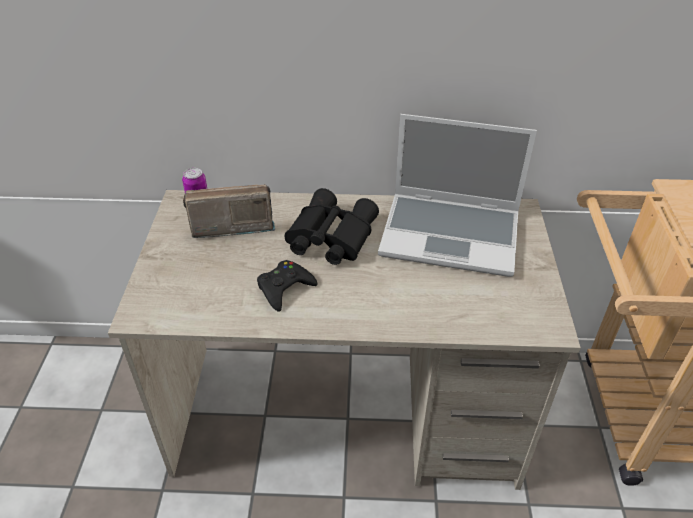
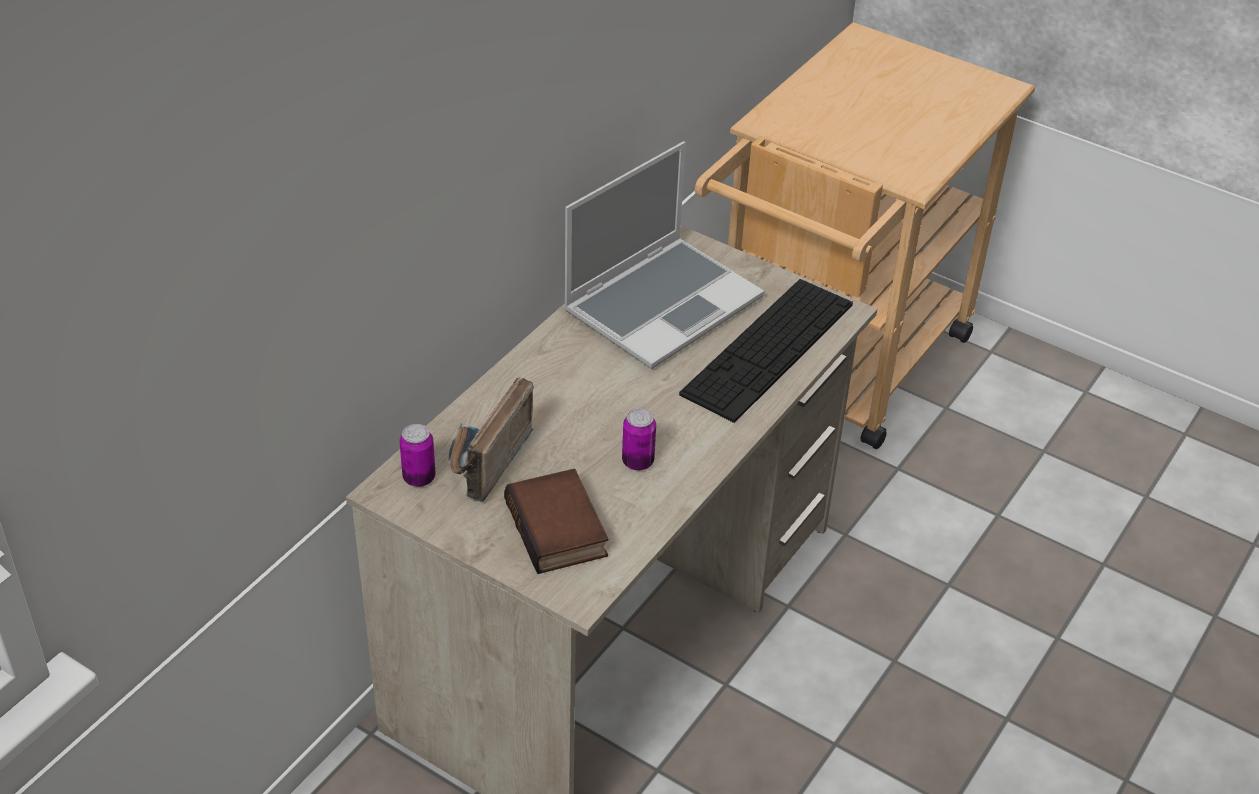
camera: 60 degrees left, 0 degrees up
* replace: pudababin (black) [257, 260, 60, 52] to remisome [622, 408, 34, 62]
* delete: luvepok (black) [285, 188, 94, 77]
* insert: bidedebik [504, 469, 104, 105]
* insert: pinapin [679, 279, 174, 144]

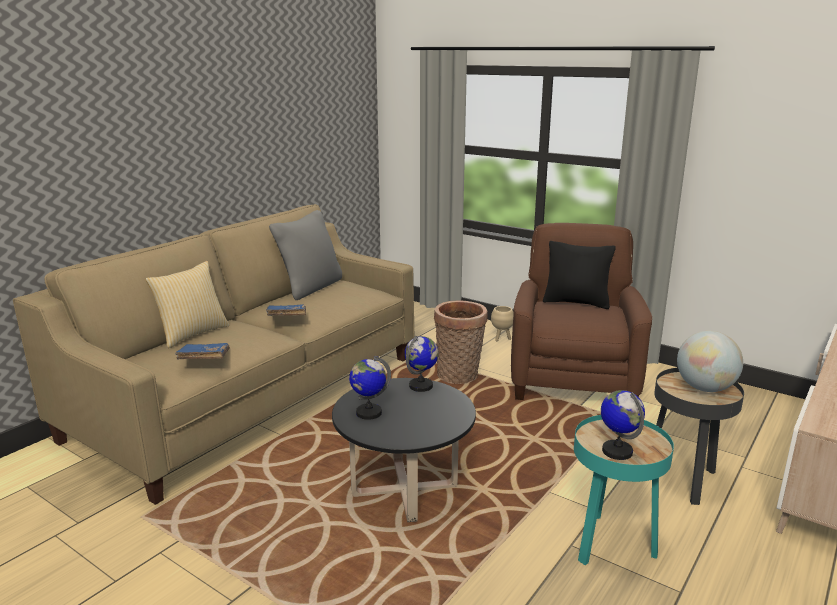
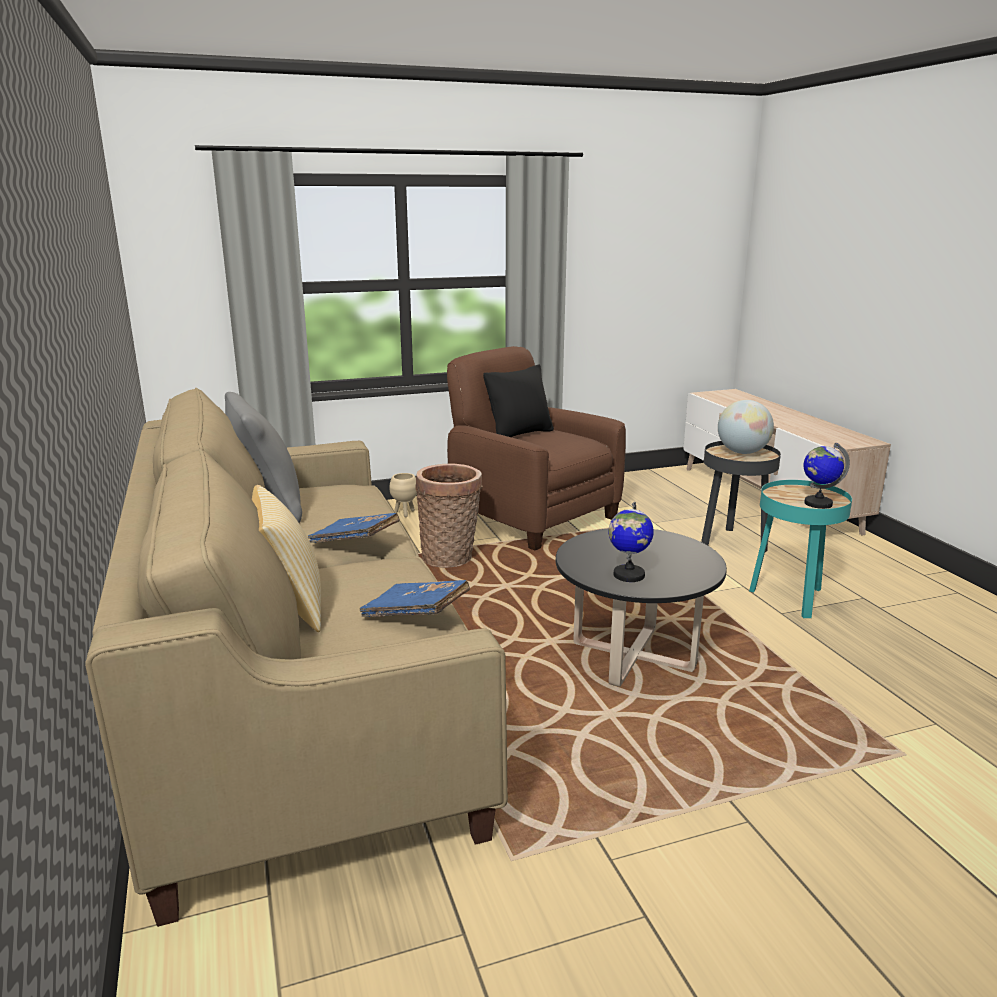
camera: 55 degrees left, 0 degrees up
* delete: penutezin [405, 336, 34, 56]

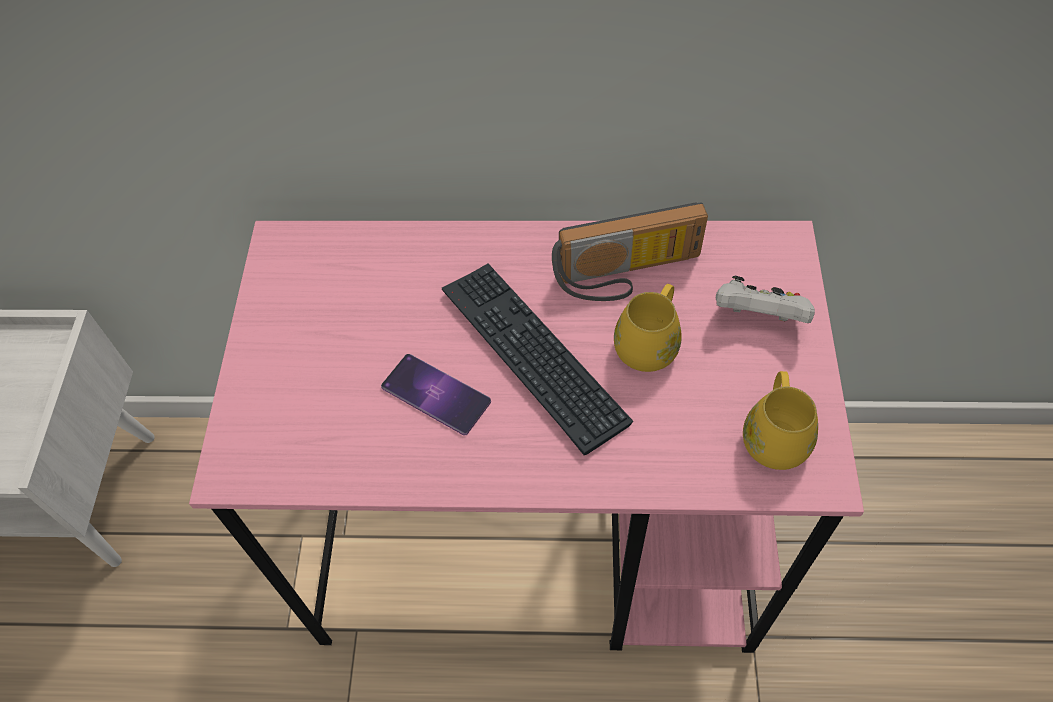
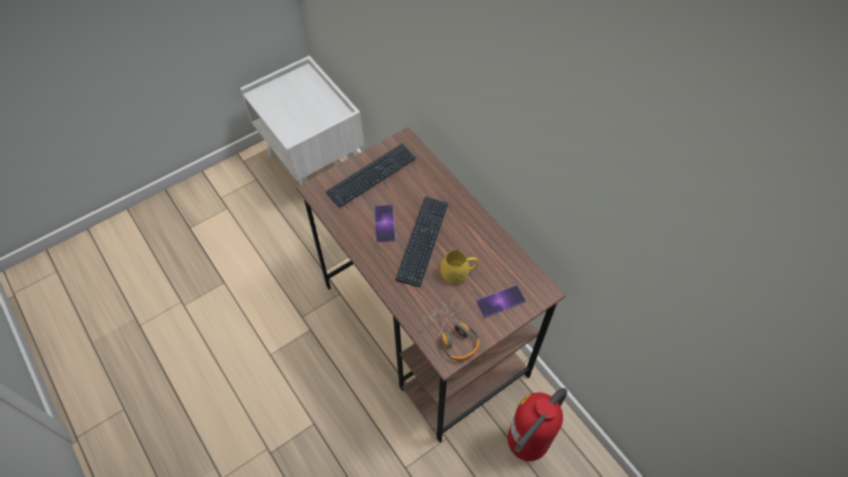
camera: 50 degrees right, 0 degrees up
* recolor: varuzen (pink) [189, 221, 675, 432] to varuzen (brown) [296, 127, 270, 315]
* delete: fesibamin [552, 202, 156, 99]
* replace: pudababin (white) [716, 276, 99, 47] to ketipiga [476, 285, 50, 33]
* replace: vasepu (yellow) [743, 371, 75, 99] to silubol [420, 298, 60, 62]
* insert: pinapin [326, 144, 91, 64]
* insert: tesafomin [508, 388, 59, 73]

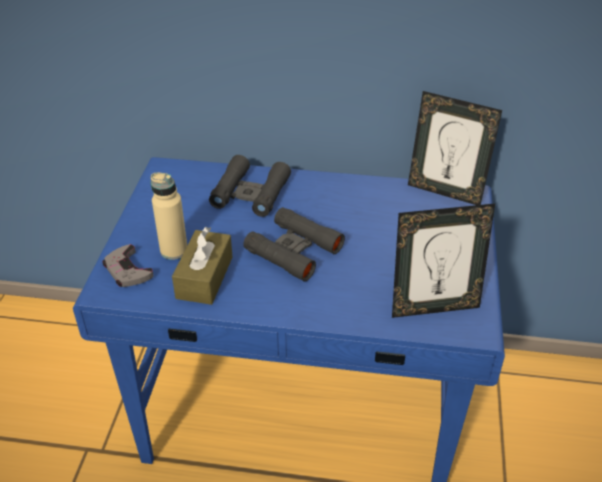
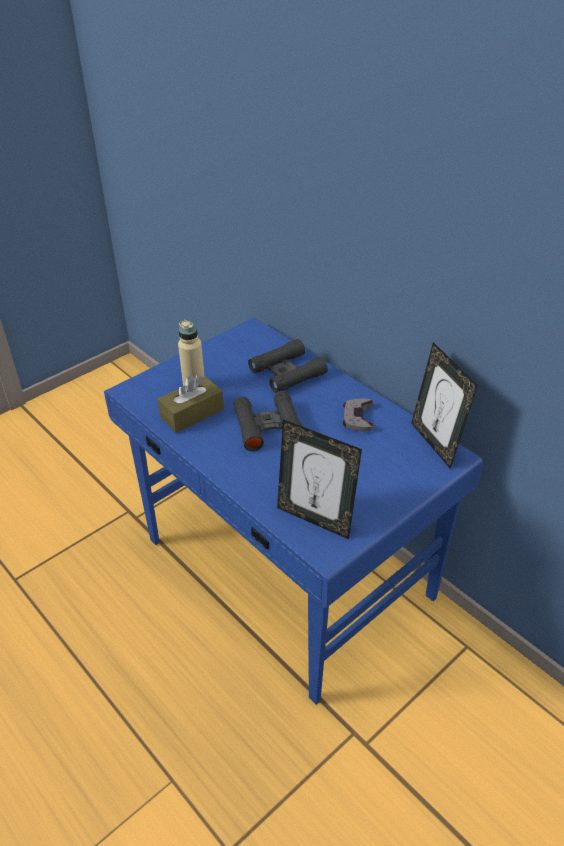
camera: 40 degrees right, 0 degrees up
* move: pudababin (grey) [103, 244, 51, 43] to [343, 398, 30, 34]

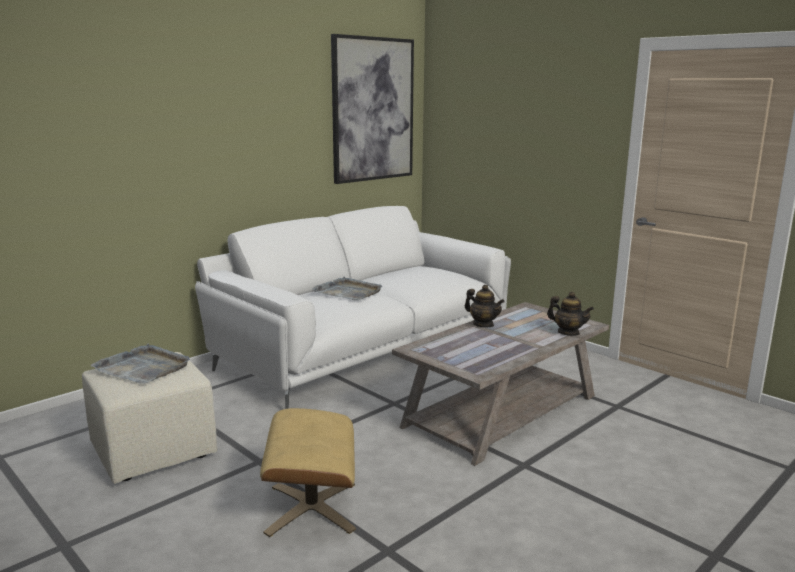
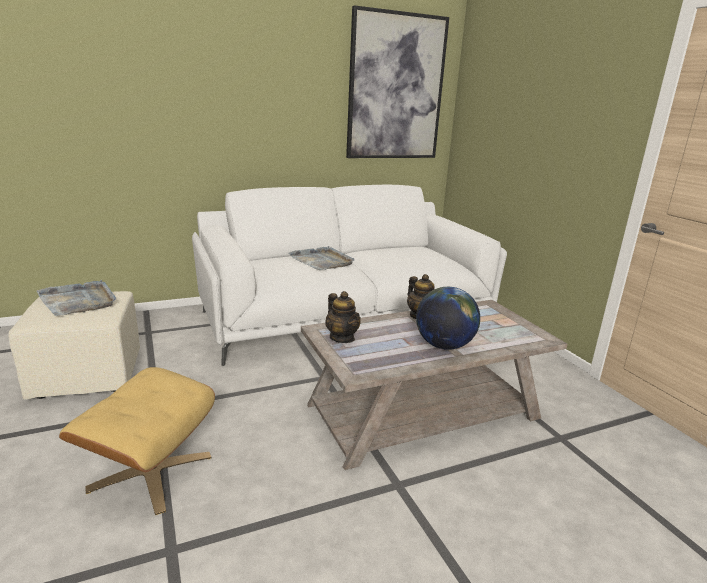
camera: 20 degrees right, 5 degrees up
* move: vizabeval [547, 292, 47, 44] to [325, 291, 36, 52]
* insert: penutezin [416, 287, 64, 63]

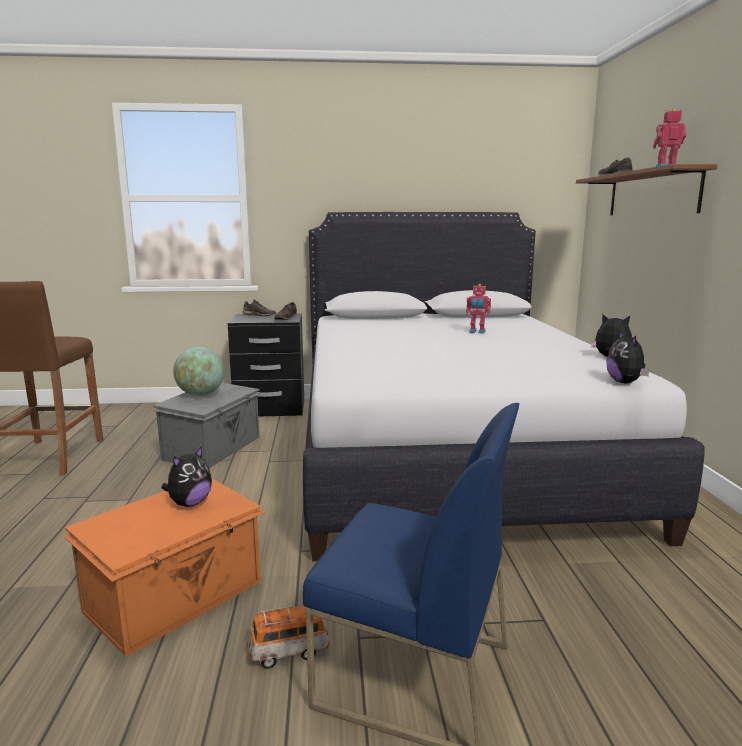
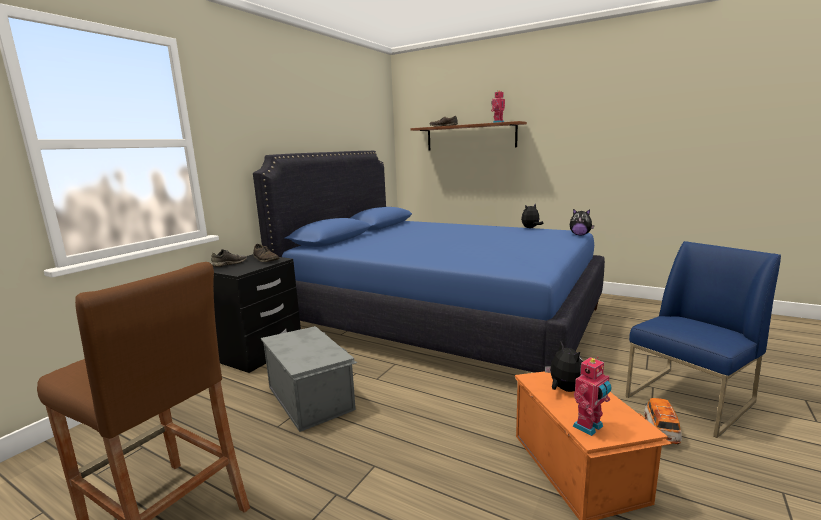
camera: 55 degrees left, 0 degrees up
* delete: penutezin [173, 347, 51, 49]
* recolor: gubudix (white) [303, 212, 402, 349] to gubudix (blue) [253, 151, 352, 222]
* move: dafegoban [466, 284, 25, 50] to [573, 357, 38, 79]

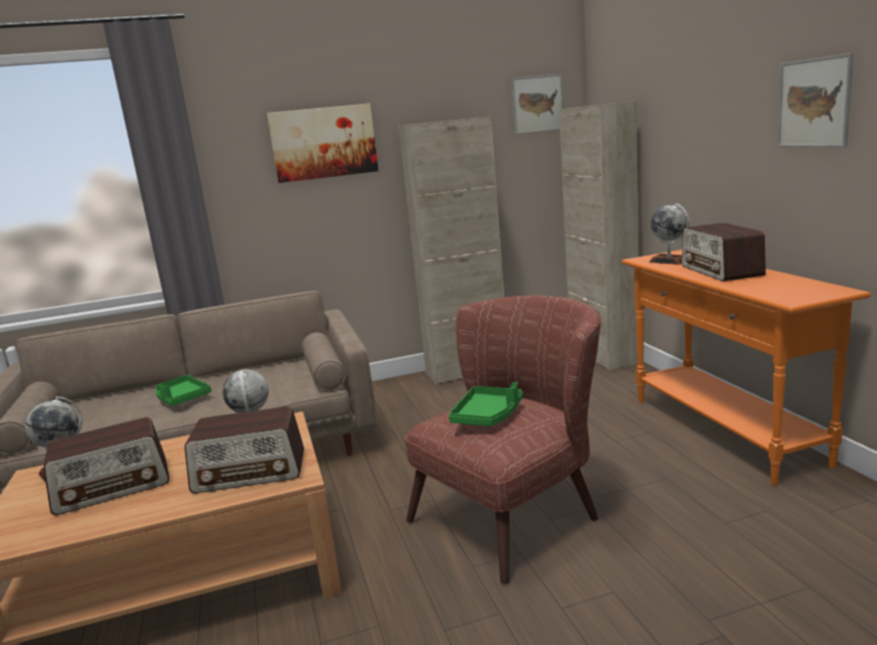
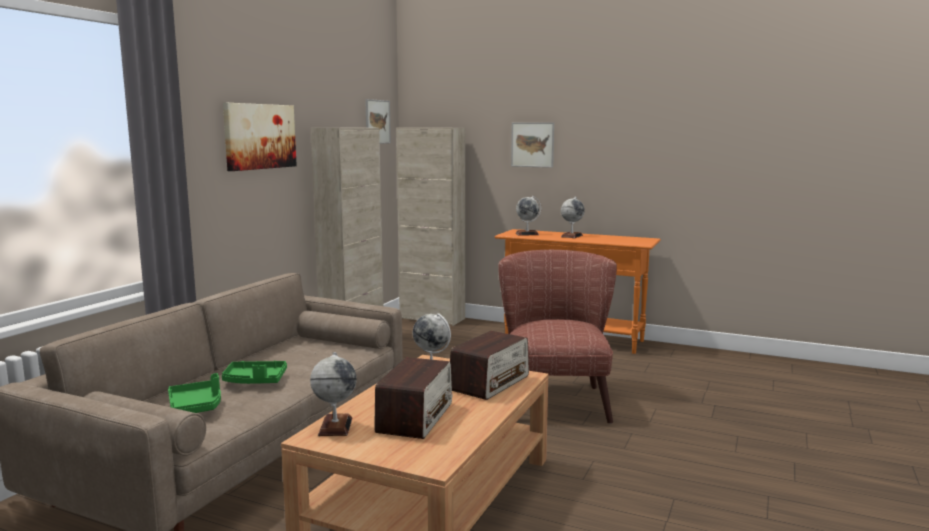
camera: 50 degrees left, 5 degrees down
* move: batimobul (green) [449, 382, 74, 44] to [168, 373, 53, 40]
* replace: fesibamin [682, 223, 84, 58] to penutezin [561, 197, 24, 41]
* move: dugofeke [777, 53, 77, 94] to [511, 122, 43, 46]

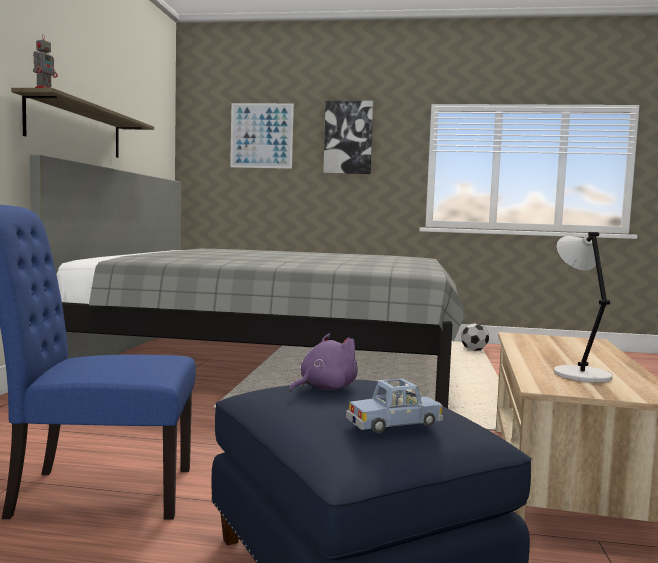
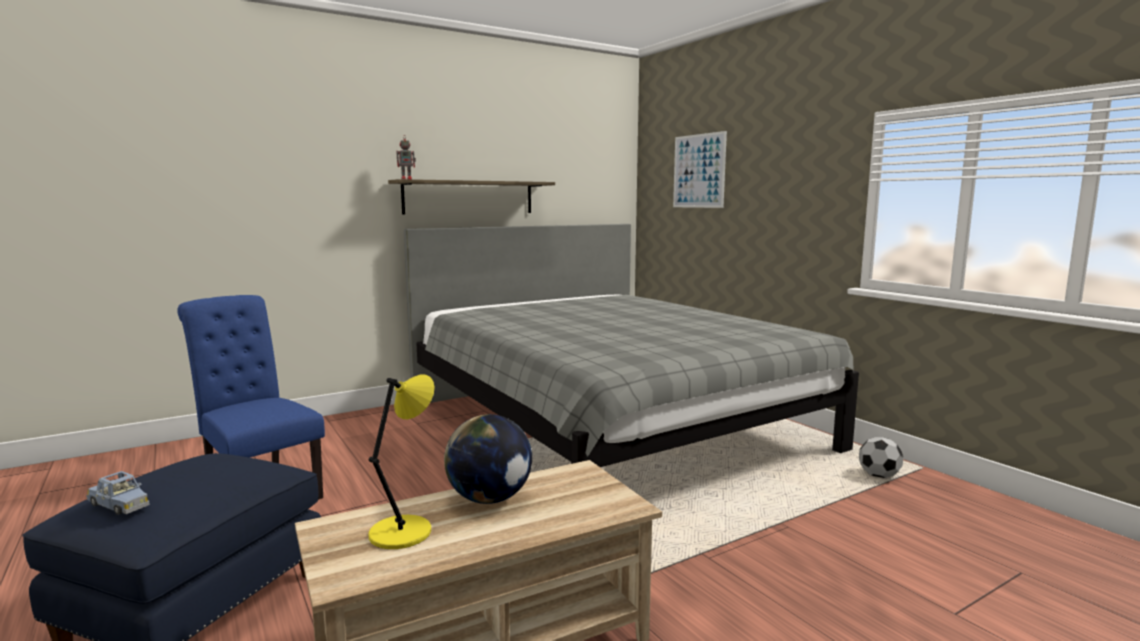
camera: 50 degrees right, 5 degrees up
* delete: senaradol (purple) [289, 334, 69, 58]
* delete: dugofeke [323, 101, 50, 73]
* recolor: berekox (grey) [554, 232, 59, 151] to berekox (yellow) [368, 375, 67, 174]
* insert: penutezin [444, 414, 88, 90]

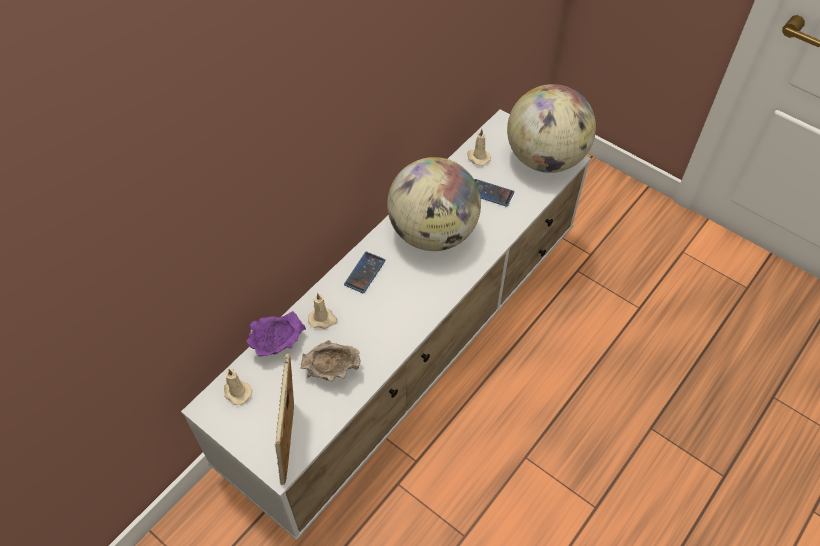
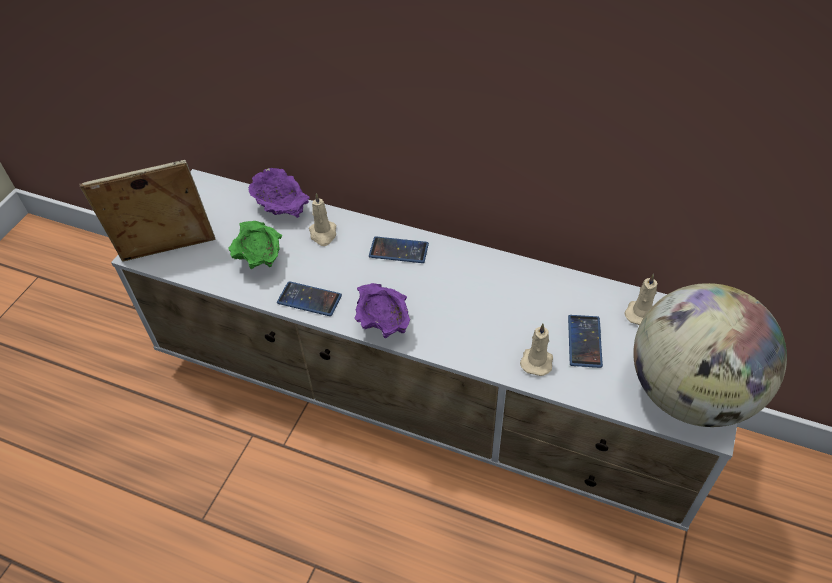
camera: 75 degrees right, 5 degrees down
* move: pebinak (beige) [224, 369, 28, 36] to [520, 324, 33, 52]
* recolor: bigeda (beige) [301, 340, 60, 42] to bigeda (green) [228, 221, 54, 48]
* delete: penutezin [387, 157, 94, 94]
* insert: ketipiga [277, 281, 65, 35]
* insert: bigeda (purple) [355, 283, 55, 55]

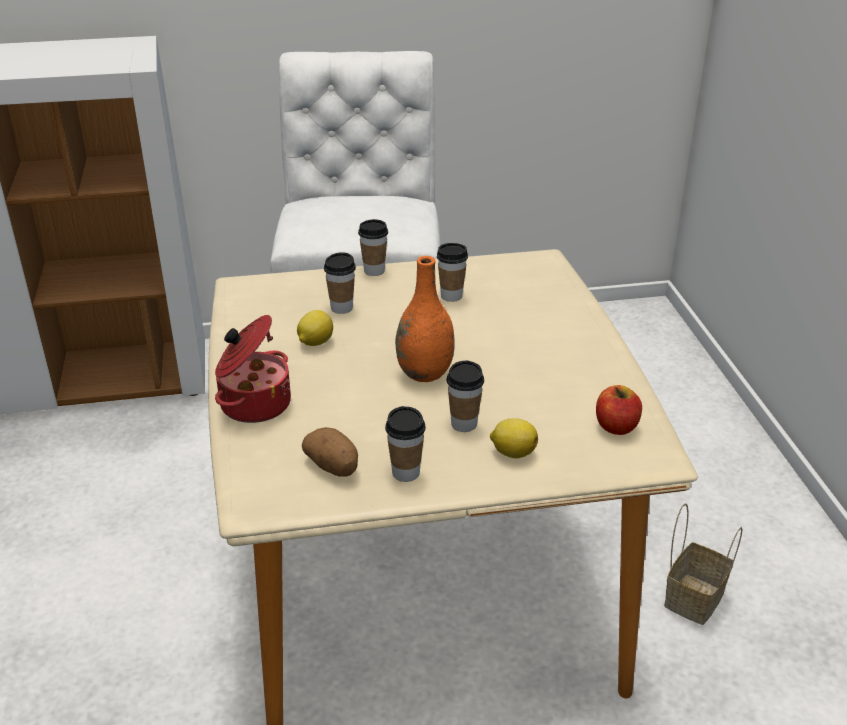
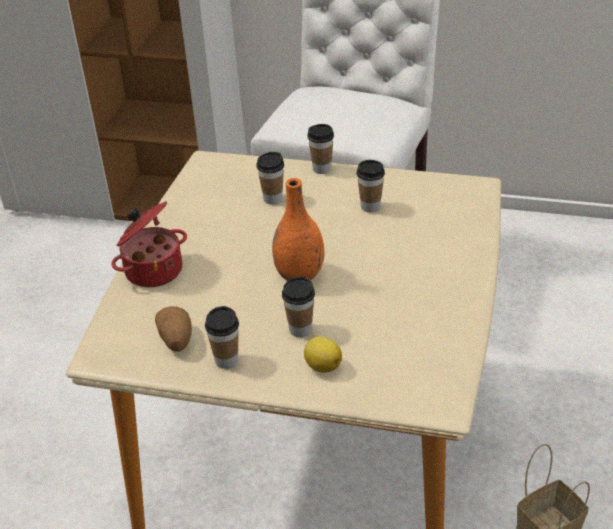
camera: 25 degrees right, 5 degrees up
* delete: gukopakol [297, 310, 36, 36]
* delete: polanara [596, 385, 46, 50]

